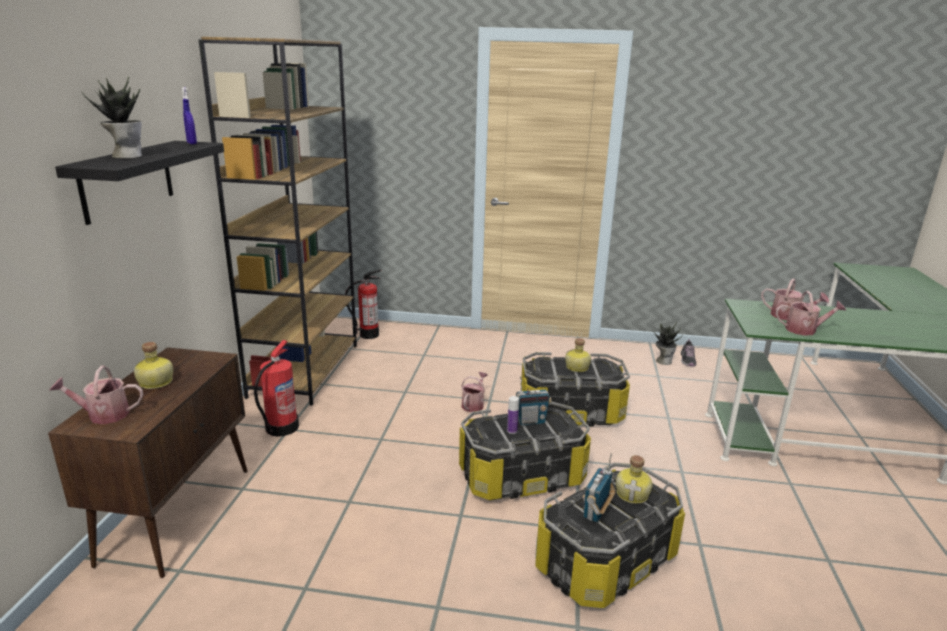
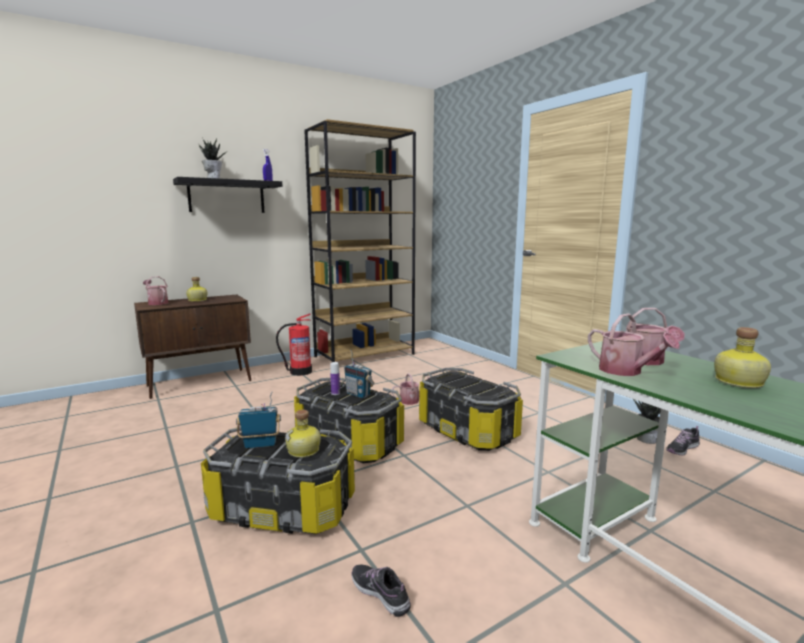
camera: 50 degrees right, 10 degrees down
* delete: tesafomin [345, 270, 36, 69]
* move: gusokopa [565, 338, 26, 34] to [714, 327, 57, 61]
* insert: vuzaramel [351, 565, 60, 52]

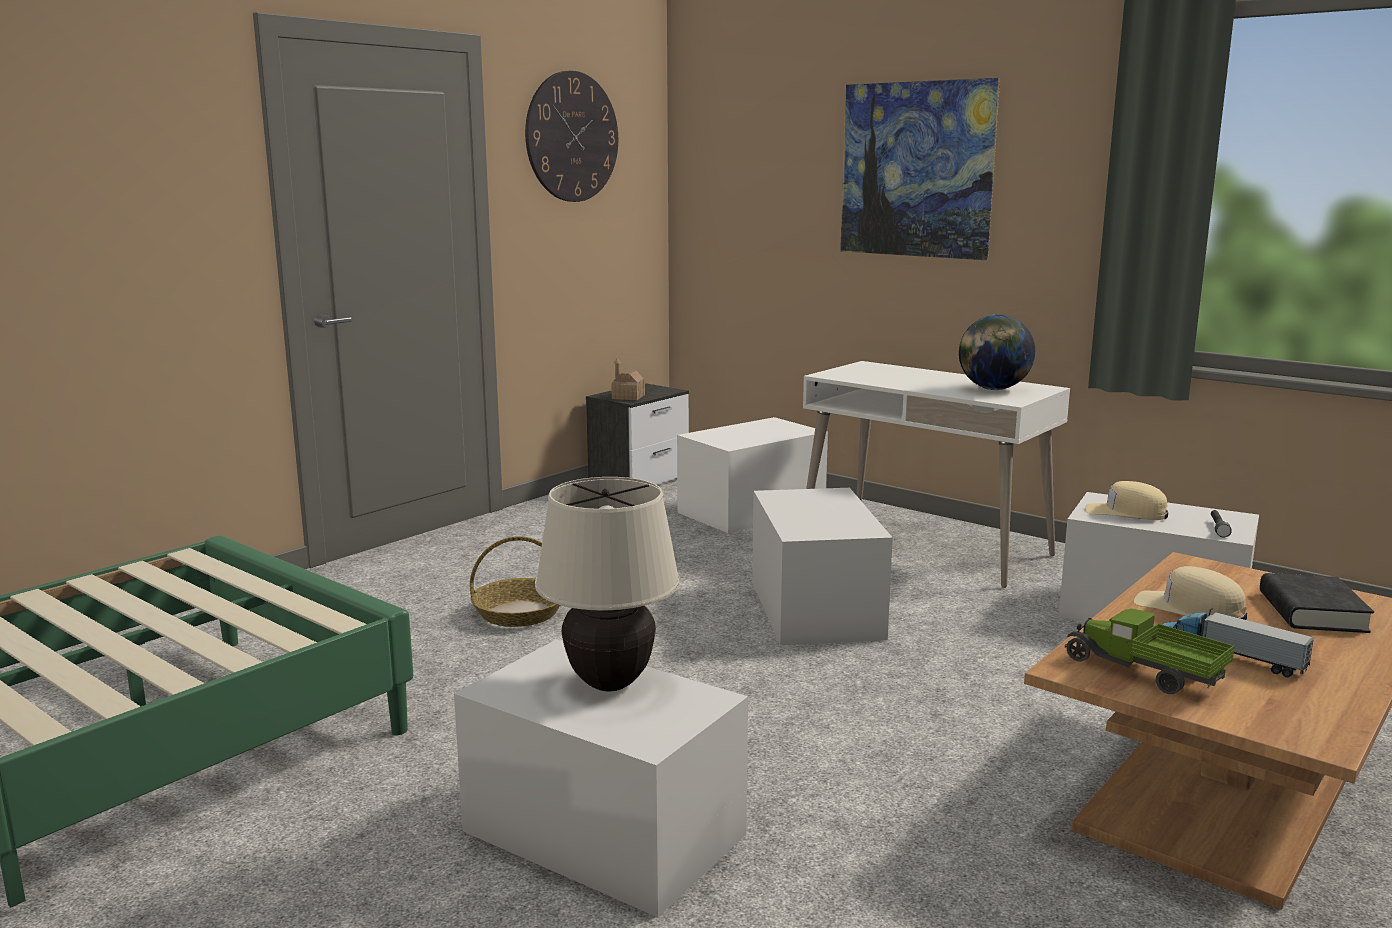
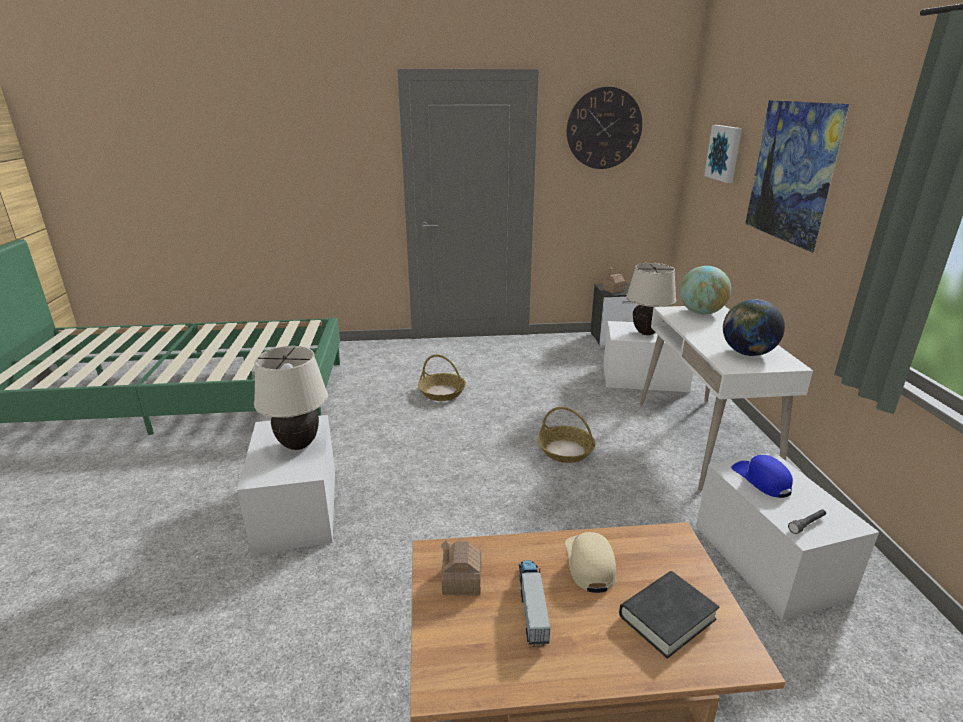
camera: 45 degrees right, 10 degrees up
* replace: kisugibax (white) [752, 488, 141, 157] to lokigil [538, 407, 57, 56]
* replace: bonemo [1066, 609, 169, 85] to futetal [441, 540, 40, 55]
* recolor: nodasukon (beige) [1085, 481, 83, 39] to nodasukon (blue) [731, 455, 62, 43]
* insert: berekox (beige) [626, 263, 50, 72]
* insert: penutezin [679, 266, 52, 49]
* insert: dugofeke [704, 125, 38, 58]

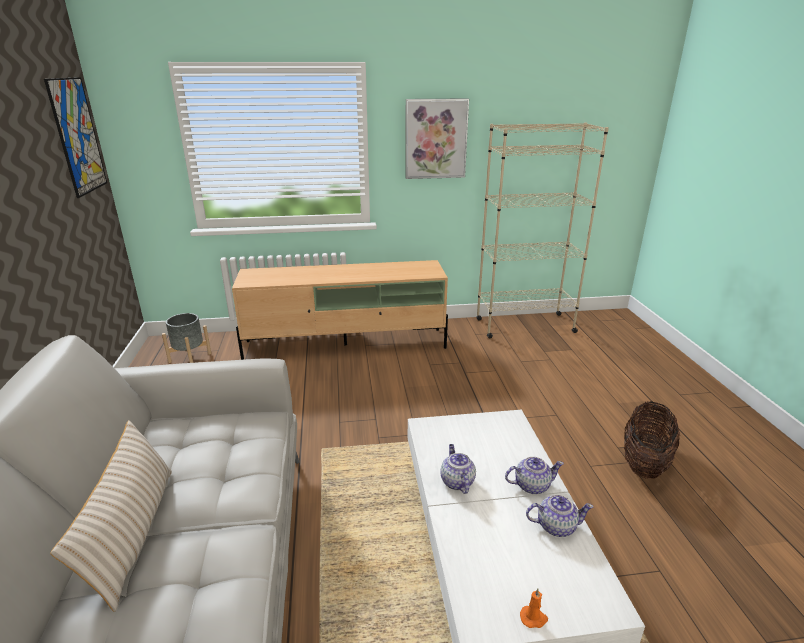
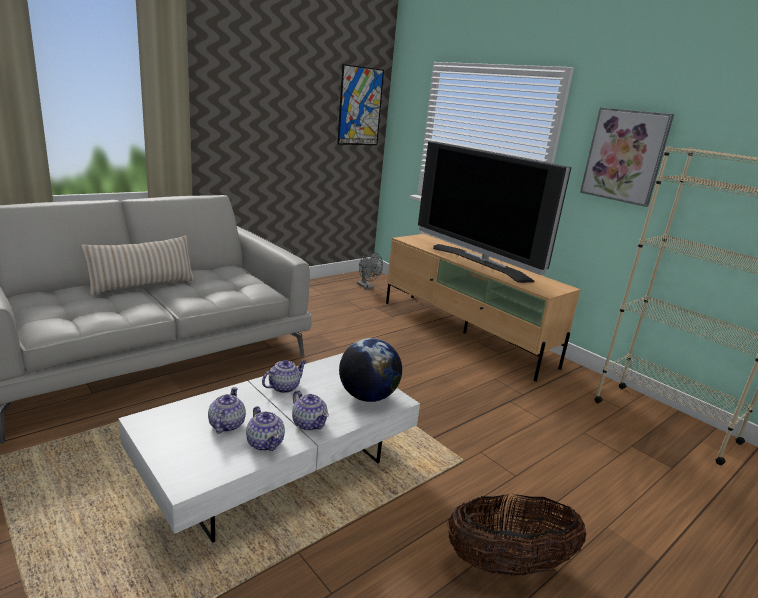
camera: 55 degrees right, 5 degrees down
* replace: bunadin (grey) [162, 313, 50, 50] to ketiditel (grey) [357, 252, 26, 37]
* delete: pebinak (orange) [520, 589, 28, 39]
* insert: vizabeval [208, 387, 38, 47]
* insert: penutezin [339, 338, 63, 64]
* insert: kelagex [418, 141, 153, 142]

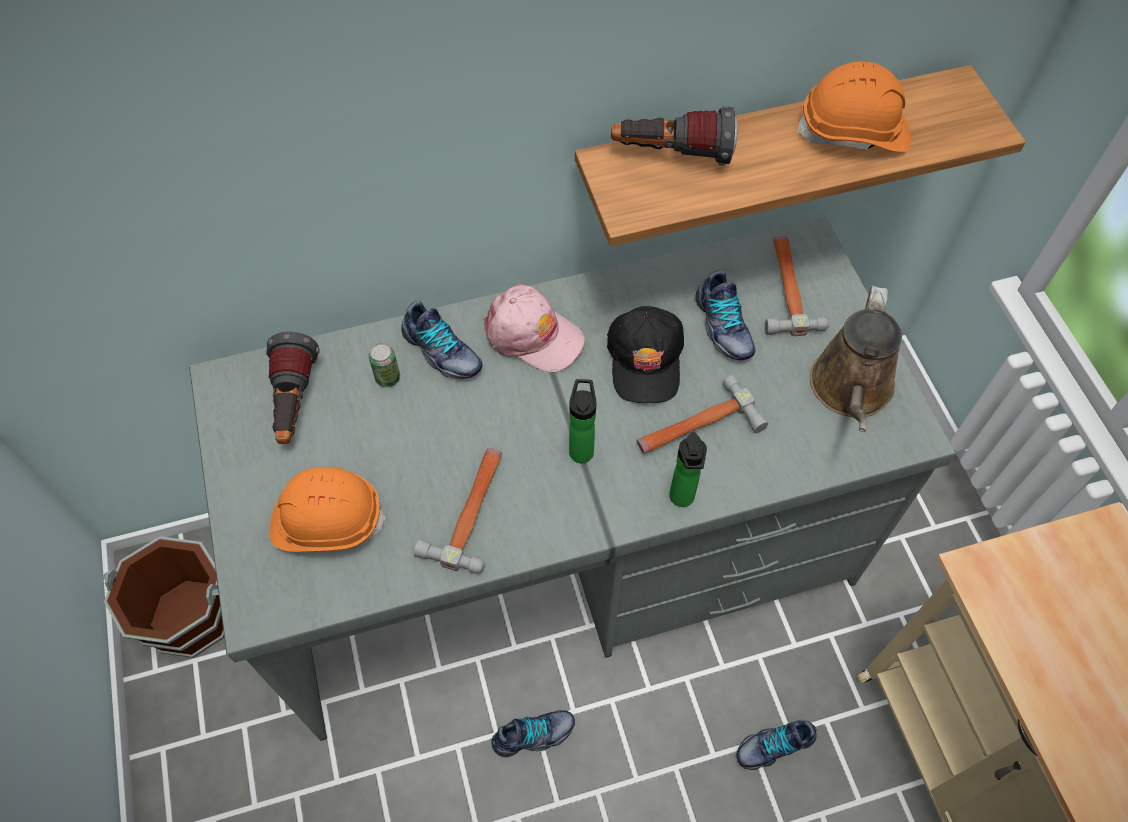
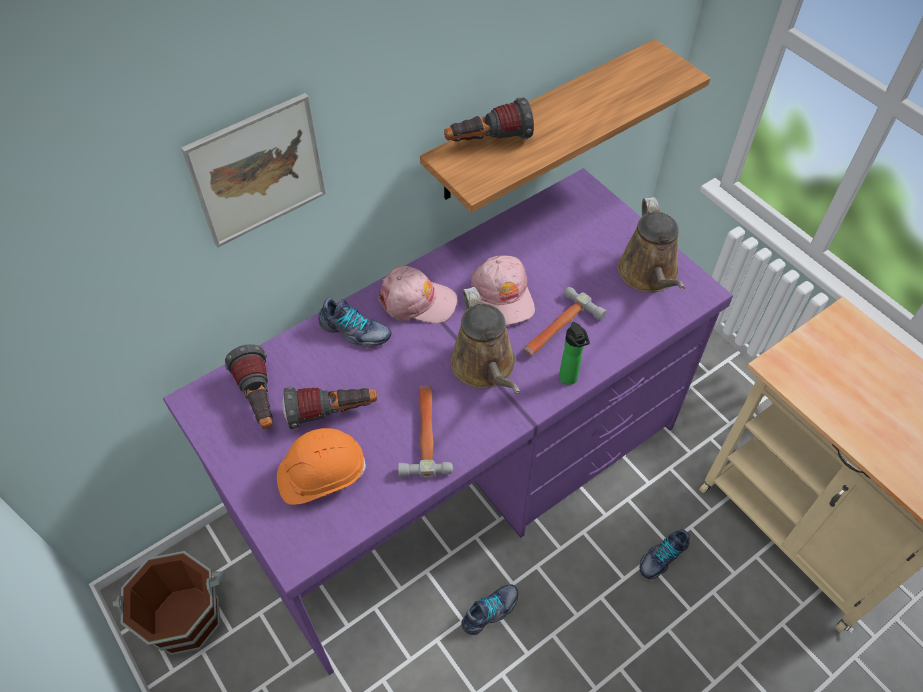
camera: 20 degrees left, 5 degrees down
* recolor: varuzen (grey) [189, 216, 767, 525] to varuzen (purple) [163, 168, 570, 507]
* delete: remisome [369, 343, 31, 44]
* replace: gusokopa [569, 379, 28, 84] to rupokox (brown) [450, 287, 70, 107]
* recolor: nodasukon (black) [607, 306, 77, 97] to nodasukon (pink) [471, 255, 64, 70]
* delete: vuzaramel [695, 270, 60, 90]
* delete: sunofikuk [765, 236, 64, 100]
* delete: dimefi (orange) [797, 61, 114, 91]
* insert: dugofeke [181, 93, 145, 155]
* insert: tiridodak [282, 387, 95, 42]

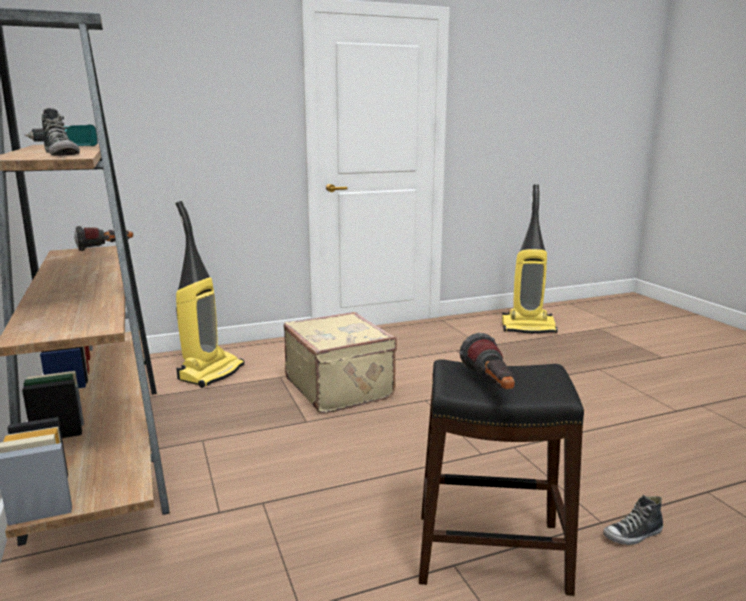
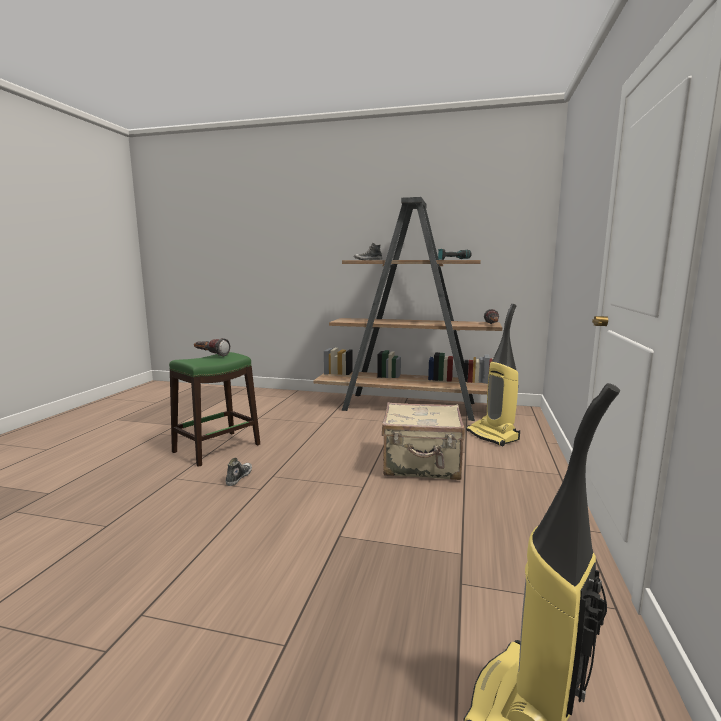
camera: 125 degrees right, 5 degrees down
* recolor: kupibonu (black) [419, 359, 165, 237] to kupibonu (green) [169, 352, 91, 115]
* move: vuzaramel [603, 494, 60, 51] to [226, 458, 26, 28]

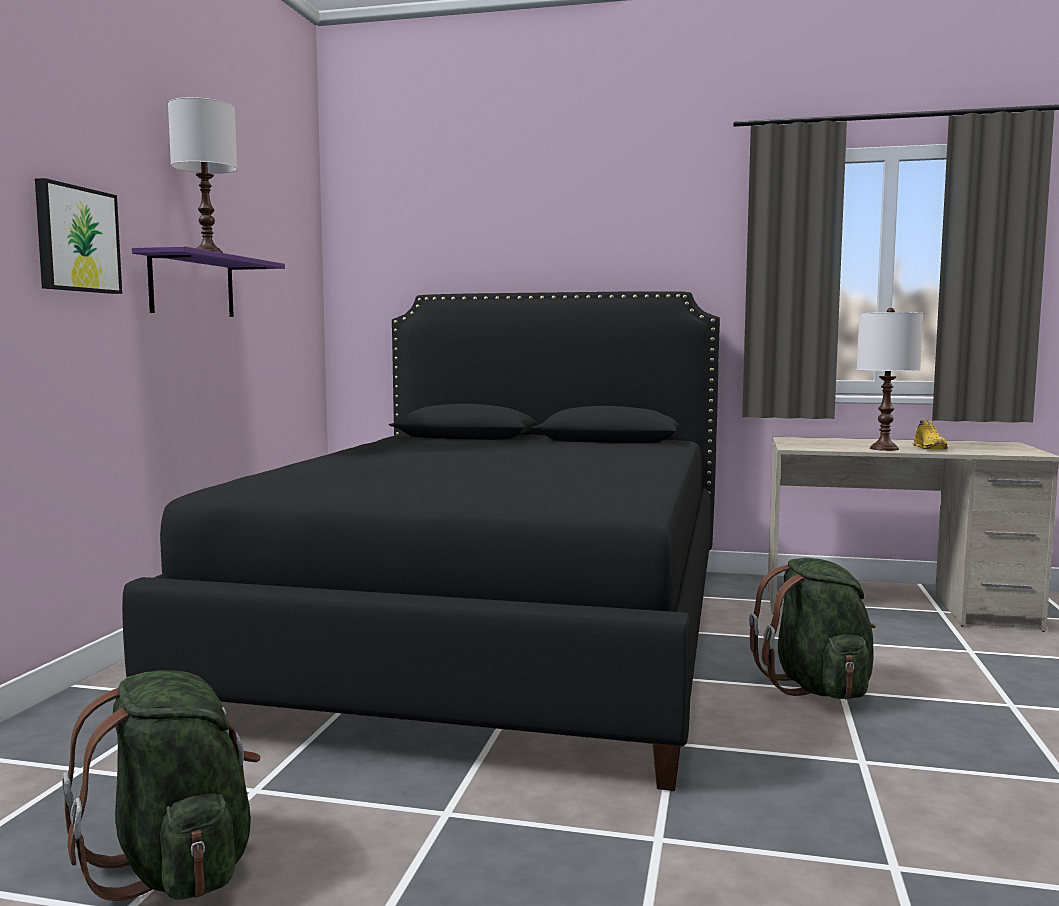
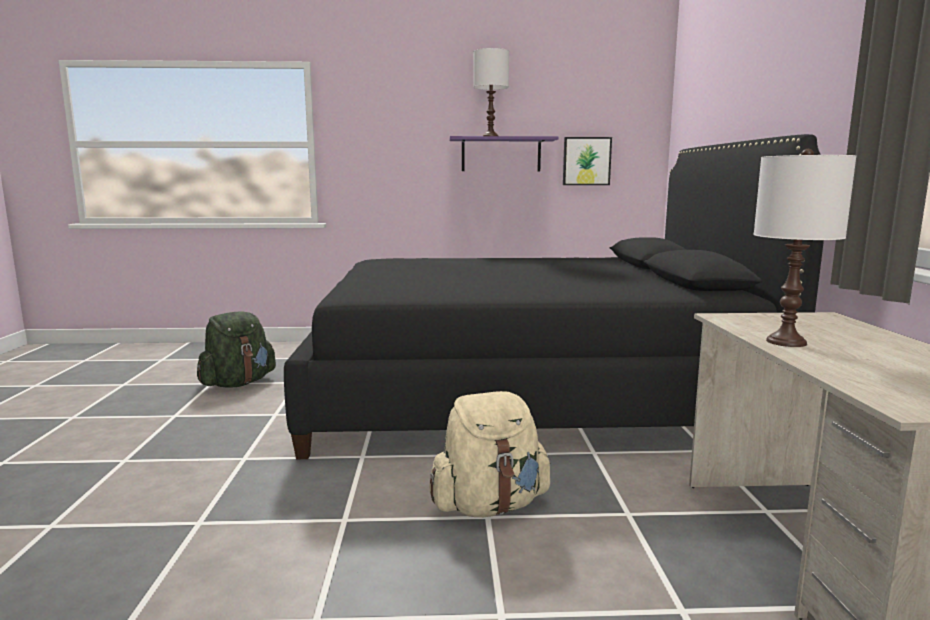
camera: 75 degrees right, 5 degrees up
* move: dugofeke [35, 178, 87, 116] to [563, 137, 49, 48]
* recolor: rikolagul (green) [749, 558, 127, 141] to rikolagul (beige) [429, 391, 122, 126]
* delete: vuzaramel (yellow) [913, 420, 35, 30]

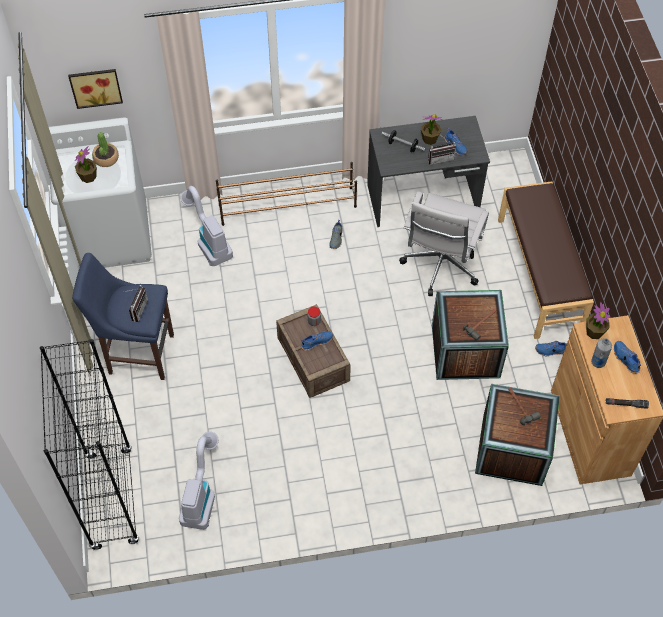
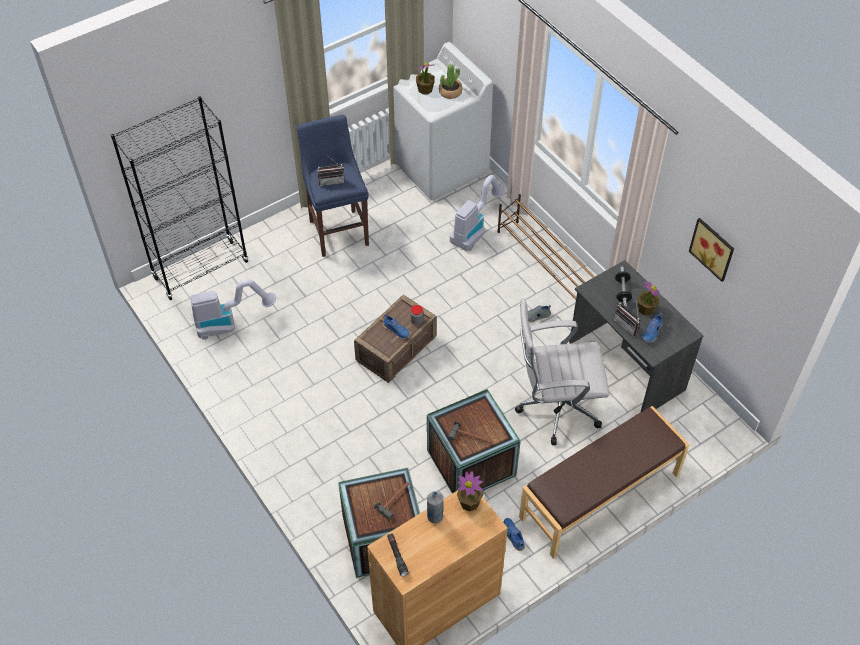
camera: 65 degrees right, 5 degrees down
* move: dugofeke [68, 69, 55, 40] to [689, 218, 45, 64]
* delete: vuzaramel (blue) [614, 341, 27, 33]

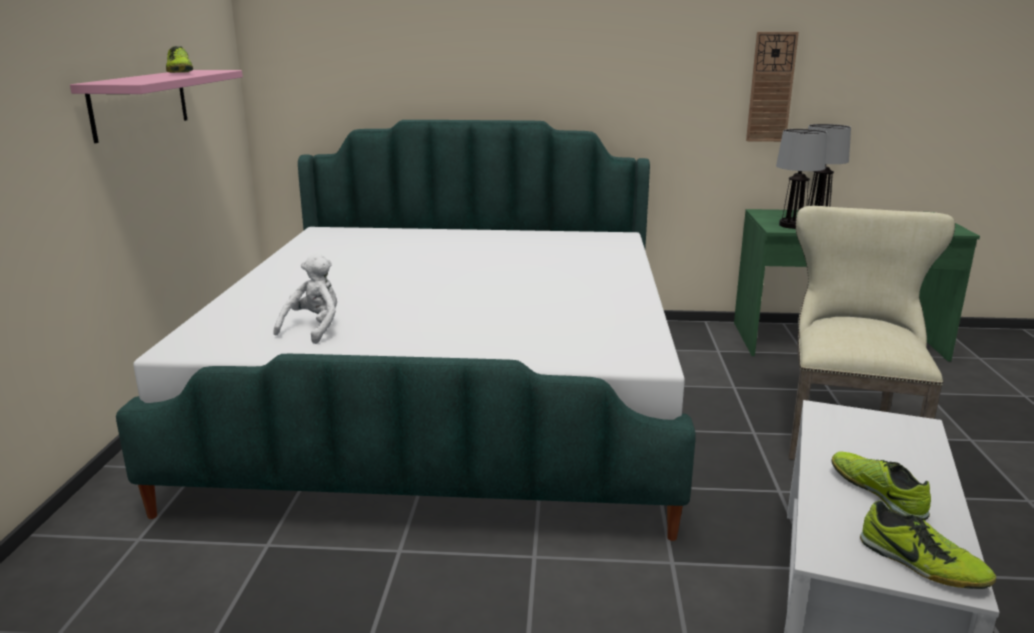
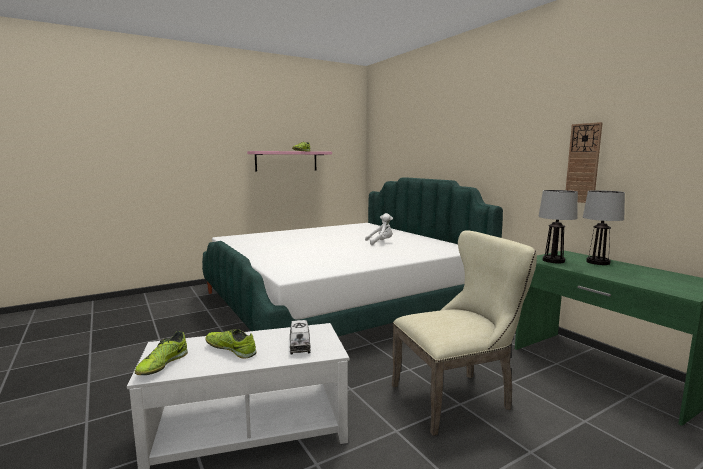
camera: 55 degrees right, 10 degrees down
* move: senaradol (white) [273, 253, 64, 91] to [365, 213, 28, 32]
* rotate: vuzaramel [831, 451, 100, 69] = [205, 329, 52, 30] 90 degrees counterclockwise
* insert: bonemo [290, 320, 21, 35]

